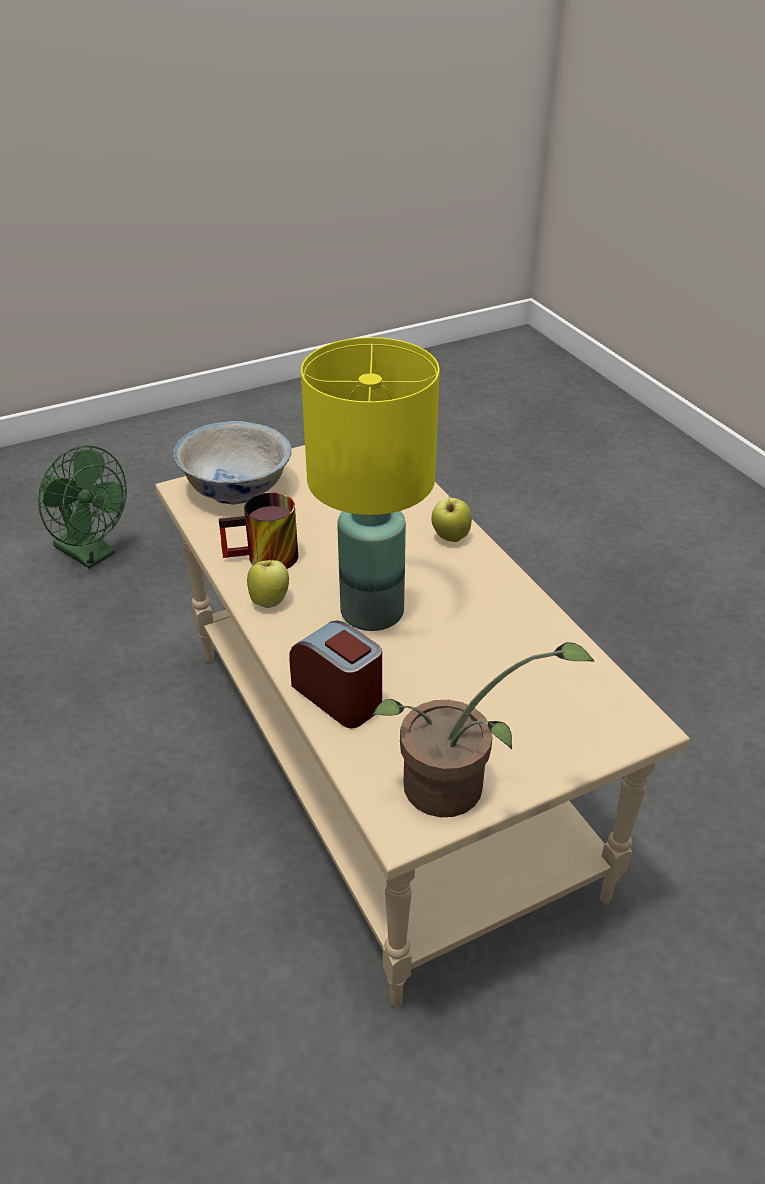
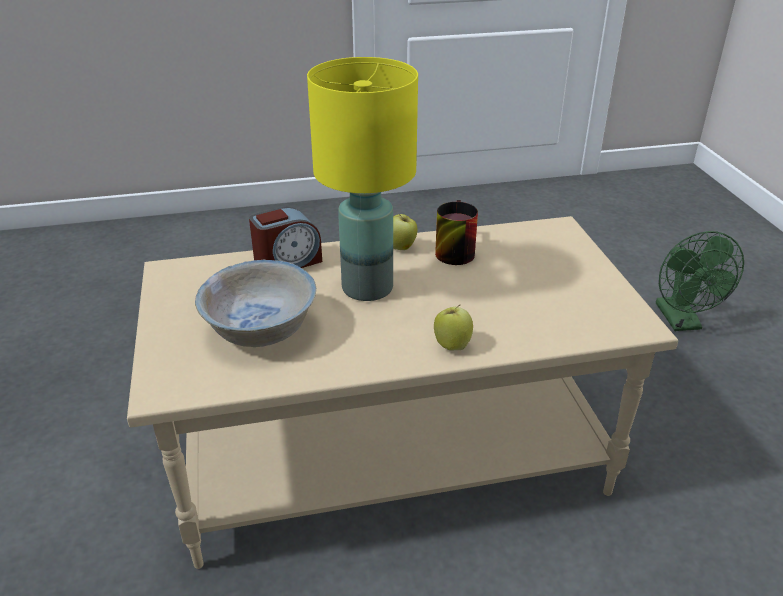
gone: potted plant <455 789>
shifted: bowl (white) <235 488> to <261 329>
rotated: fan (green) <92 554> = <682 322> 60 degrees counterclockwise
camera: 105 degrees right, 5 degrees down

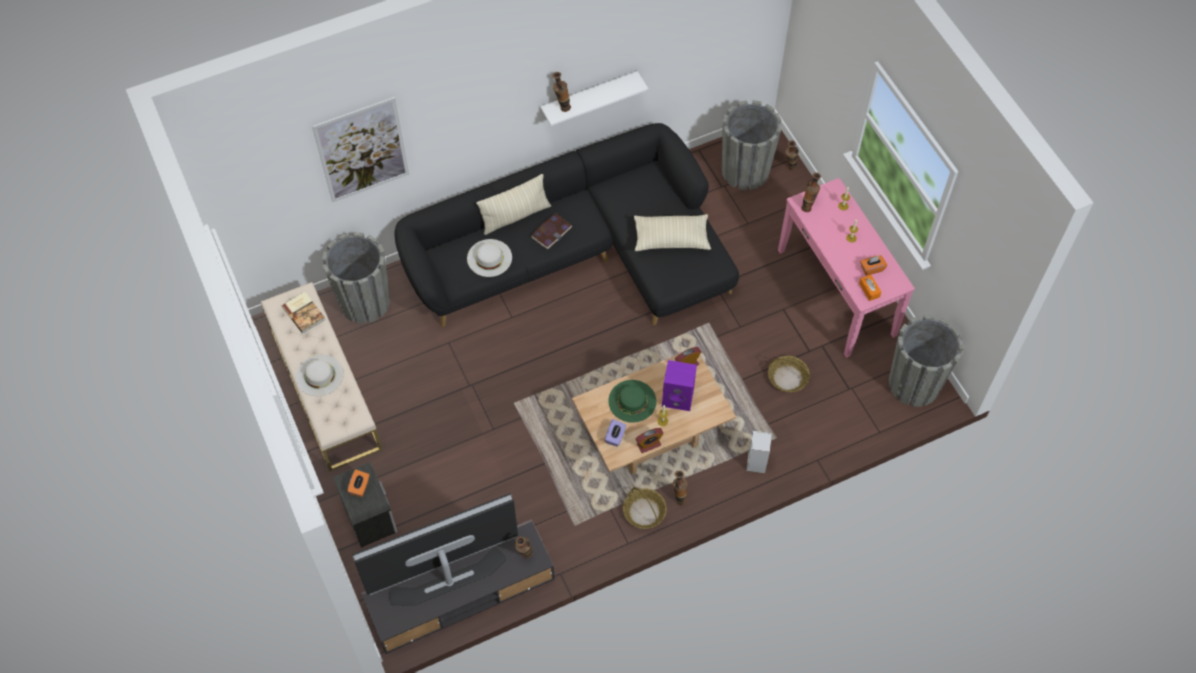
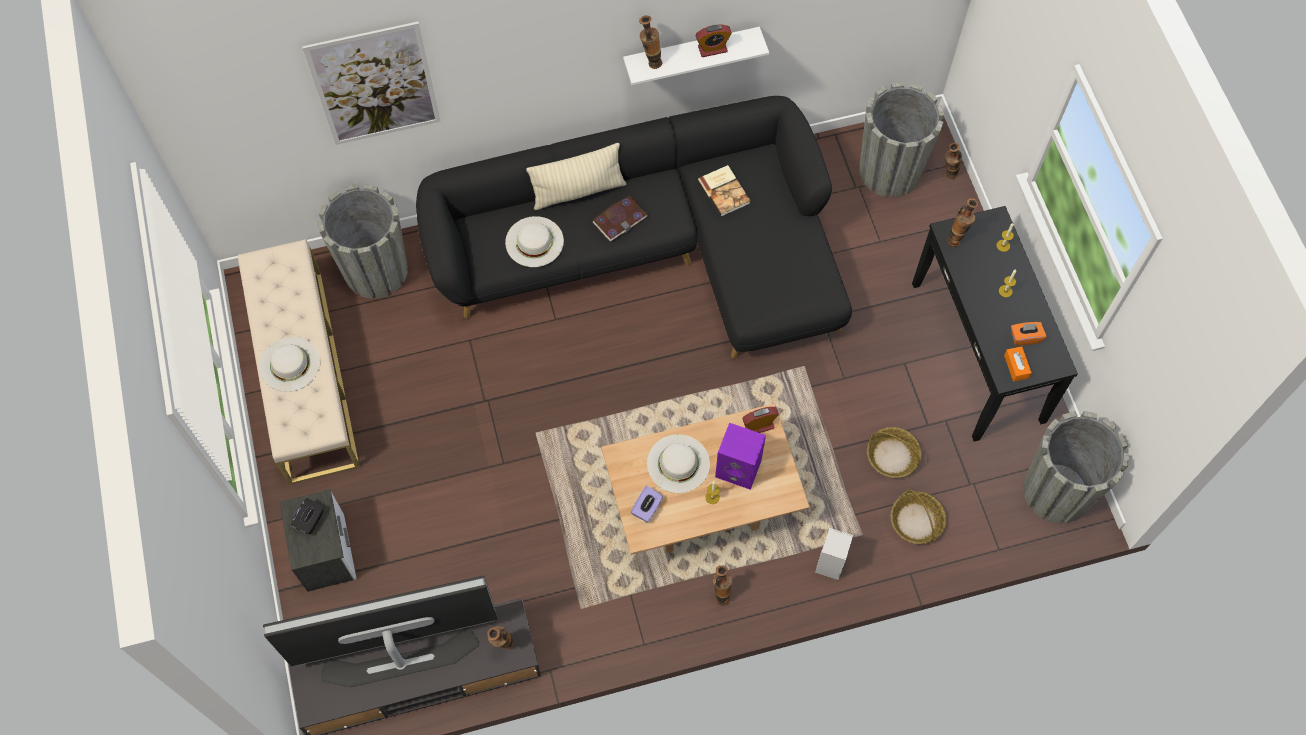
gone: pillow (beige) <671 239>
shifted: book <304 312> to <725 191>; alarm clock <649 444> to <712 49>; basket <644 512> to <916 521>
repainted: console table (pink) <837 292> to console table (black) <978 351>; hat (green) <632 401> to hat (white) <678 463>; tissue box (orange) <360 487> to tissue box (black) <310 520>
camera: 10 degrees right, 5 degrees up

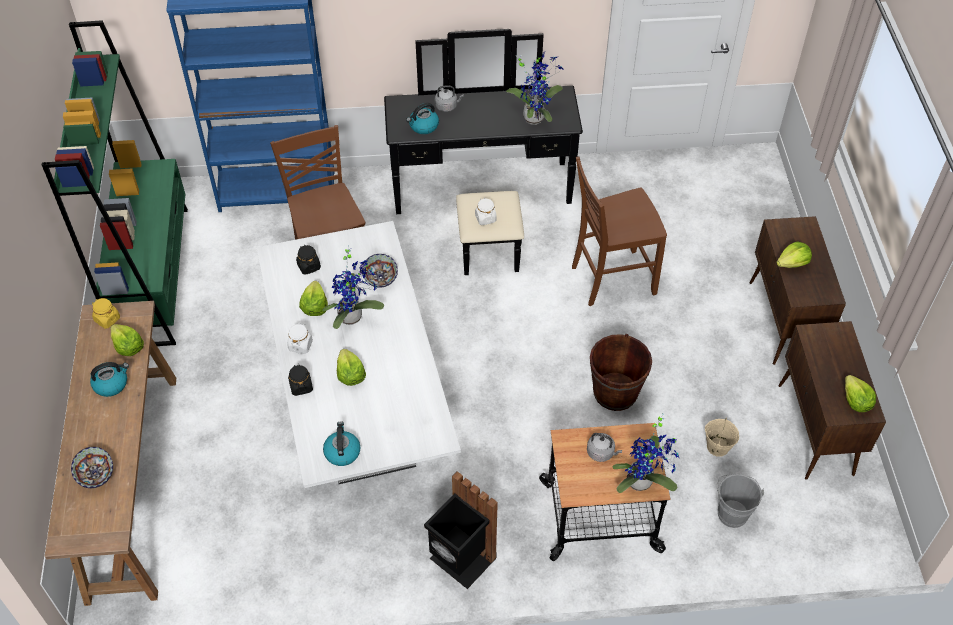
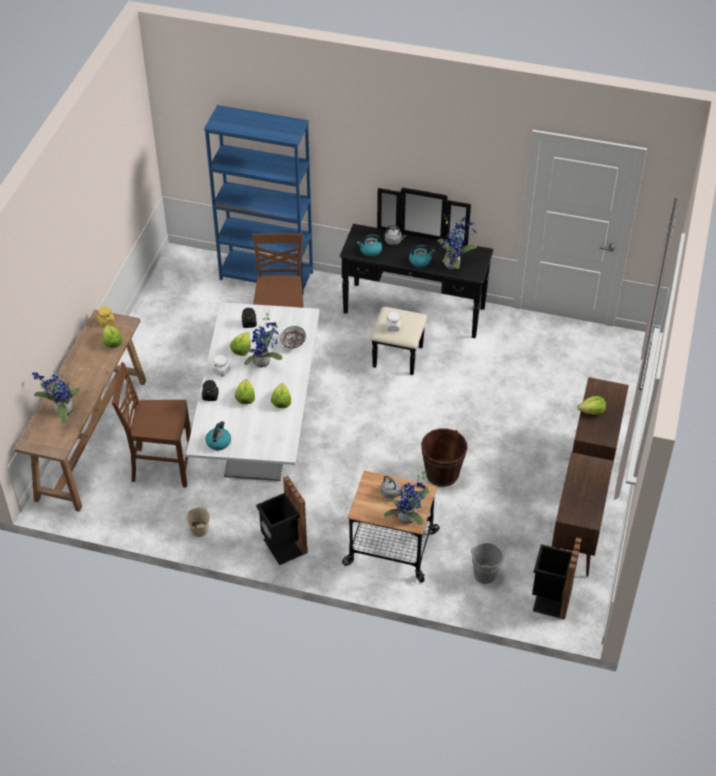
gone: bookcase (green) <153 275>
new: trash can (black) <550 599>
shifted: chair (brown) <611 279> to <161 466>; kettle <111 384> to <420 261>; lettuce <855 401> to <281 401>; bucket (beige) <717 446> to <199 530>
swapped: bowl <95 474> to potted plant <62 411>
camera: 20 degrees right, 5 degrees down

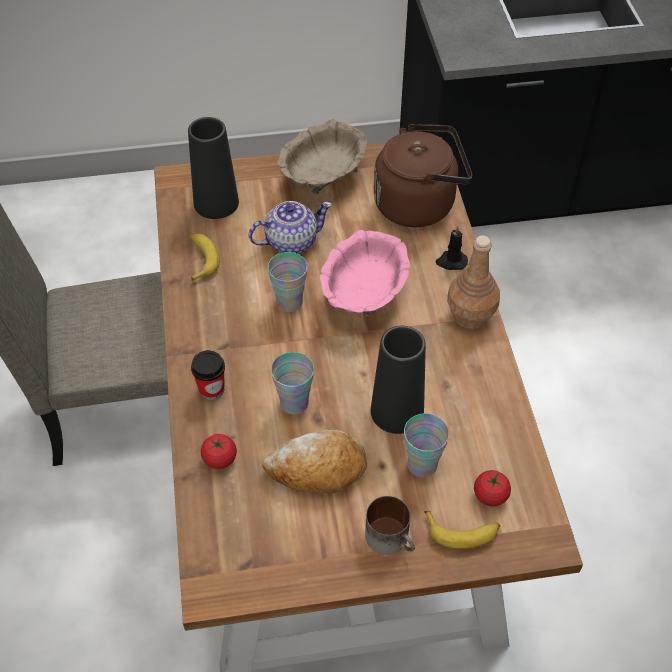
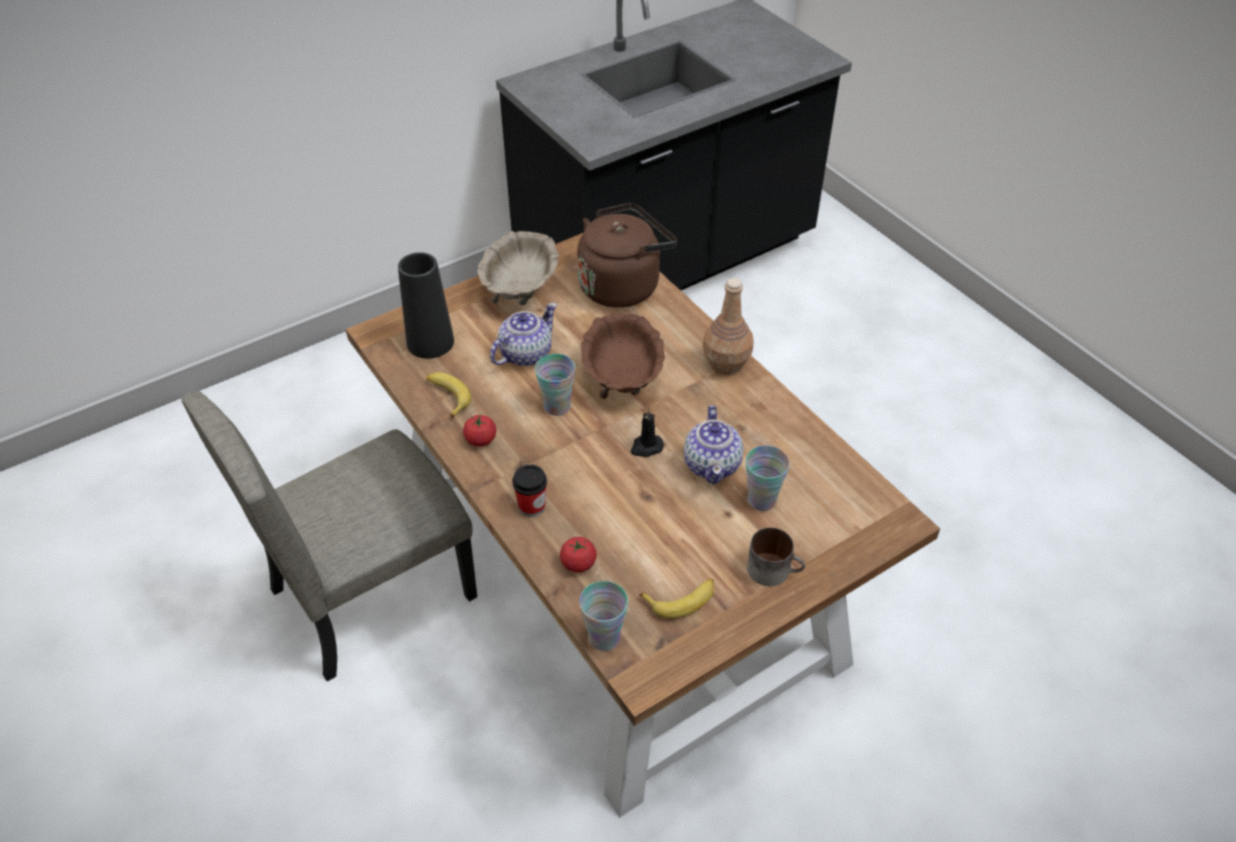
gone: bread <317 469>
shifted: candle (black) <451 261> to <646 447>; cup <294 403> to <604 637>; tomato <490 495> to <481 440>; banana <462 531> to <681 599>
swapped: vase (black) <397 411> to teapot <712 464>
repainted: bowl (pink) <364 296> to bowl (brown) <623 378>
camera: 25 degrees left, 5 degrees down

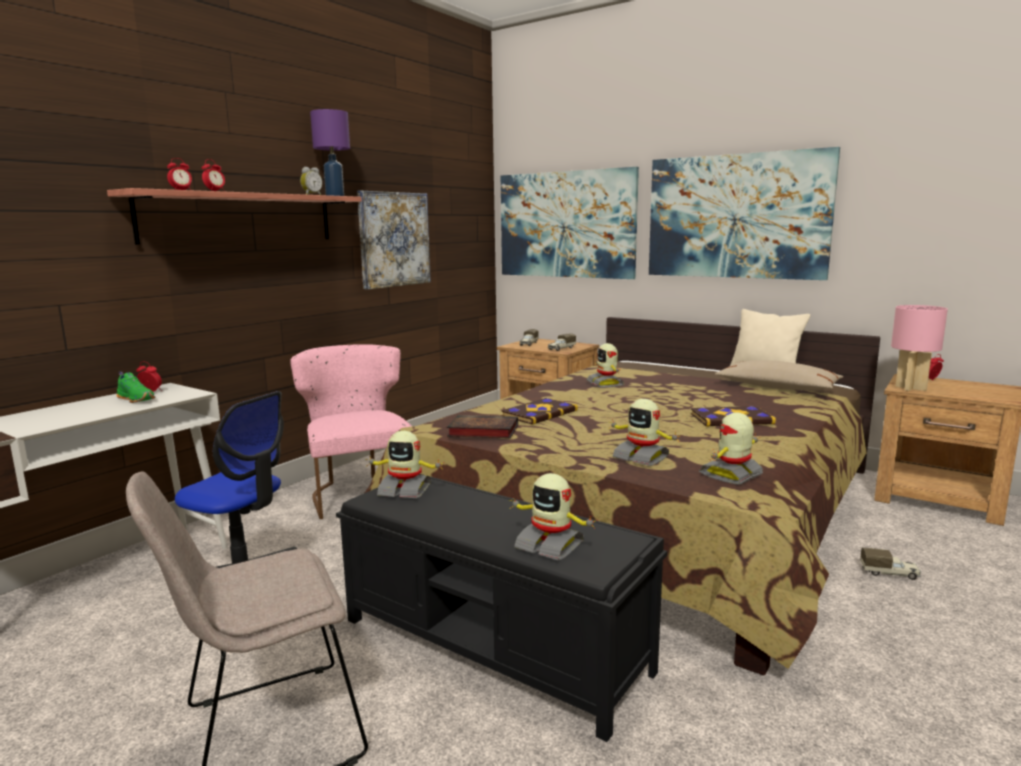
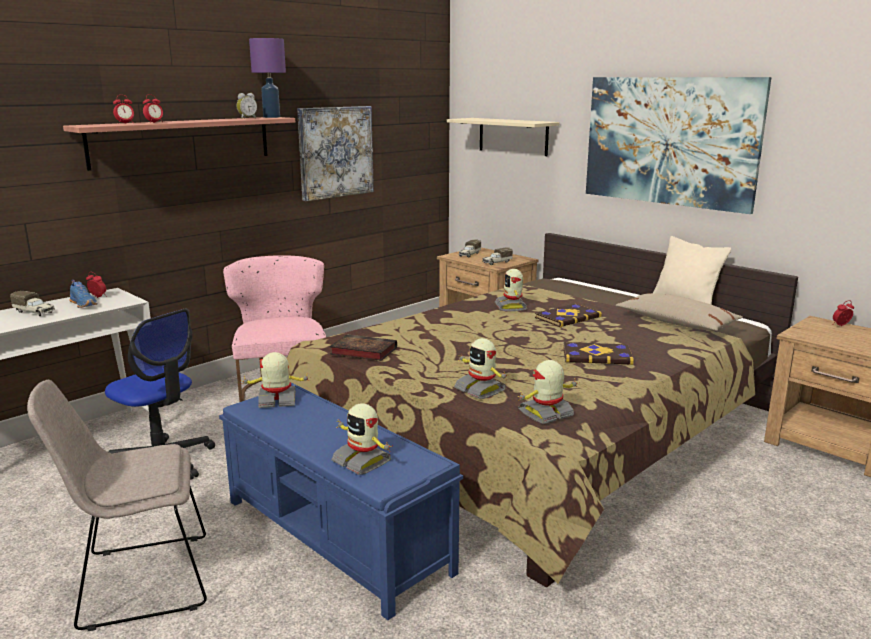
gone: table lamp (pink) <910 388>
shifted: book <538 413> to <567 317>; toy truck <890 573> to <35 312>
swapped: picture <566 224> to shelf (beige) <513 136>
repainted: shoe (green) <137 399> to shoe (blue) <84 304>; bench (black) <494 645> to bench (blue) <337 536>
rotated: toy robot <405 490> = <277 401> 150 degrees clockwise
camera: 10 degrees right, 5 degrees up

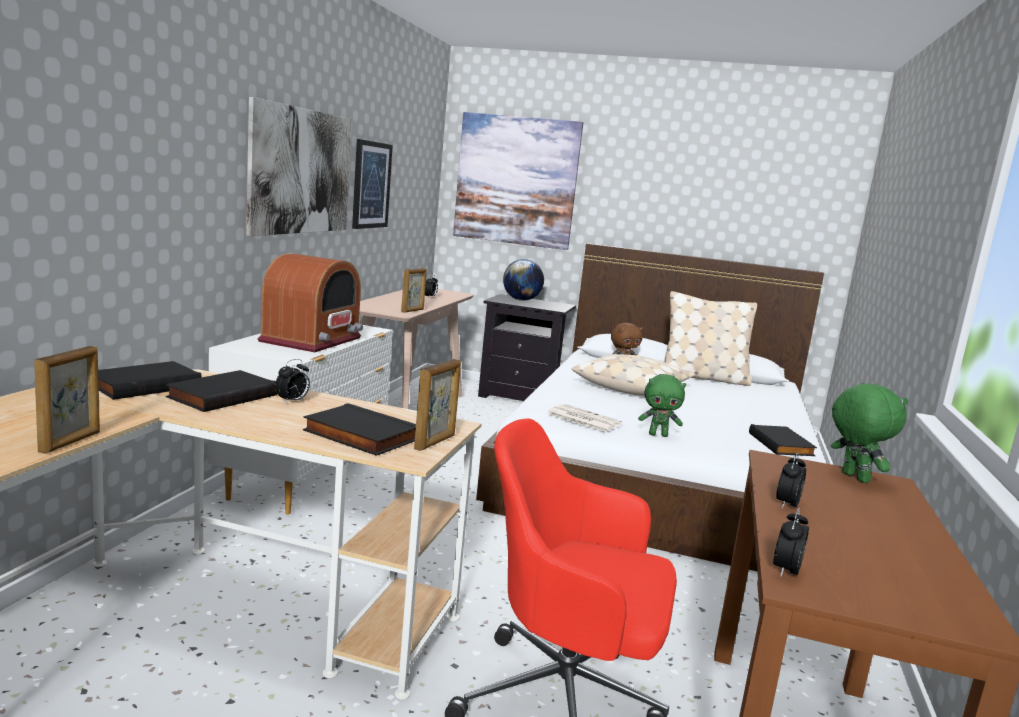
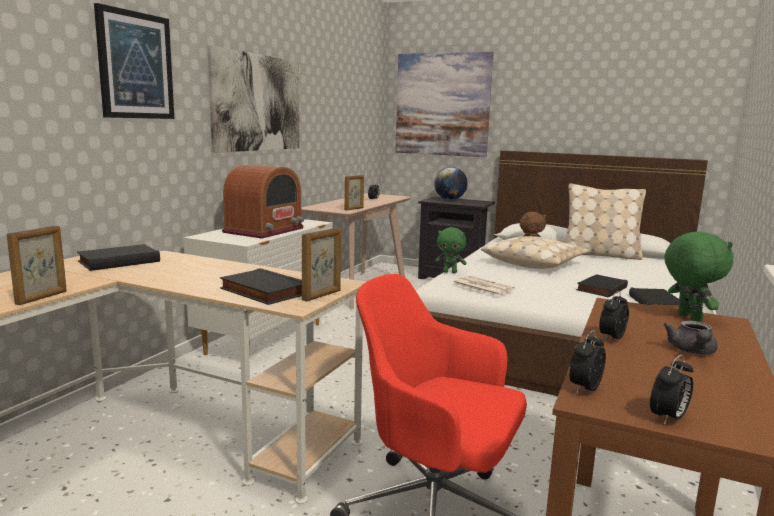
new: teapot (grey) <692 351>
shifted: picture <371 185> to <135 66>; alarm clock <292 401> to <668 418>; book (black) <222 395> to <600 288>; plush toy (green) <658 435> to <450 272>
camera: 10 degrees right, 0 degrees up

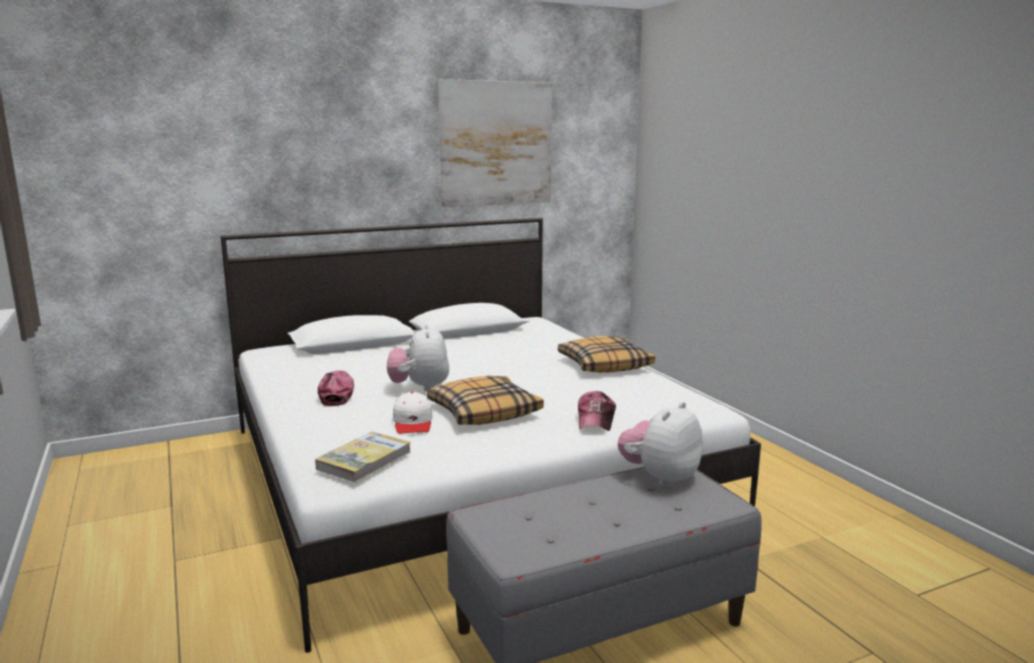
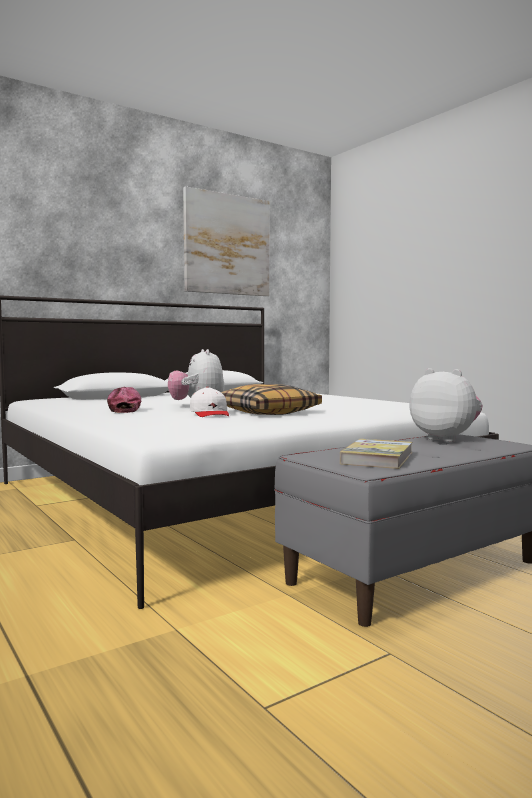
gone: pillow <604 365>; cap <596 420>
shifted: book <364 460> to <377 458>
rotated: plush toy <660 478> = <446 439> 105 degrees clockwise
camera: 10 degrees left, 10 degrees down

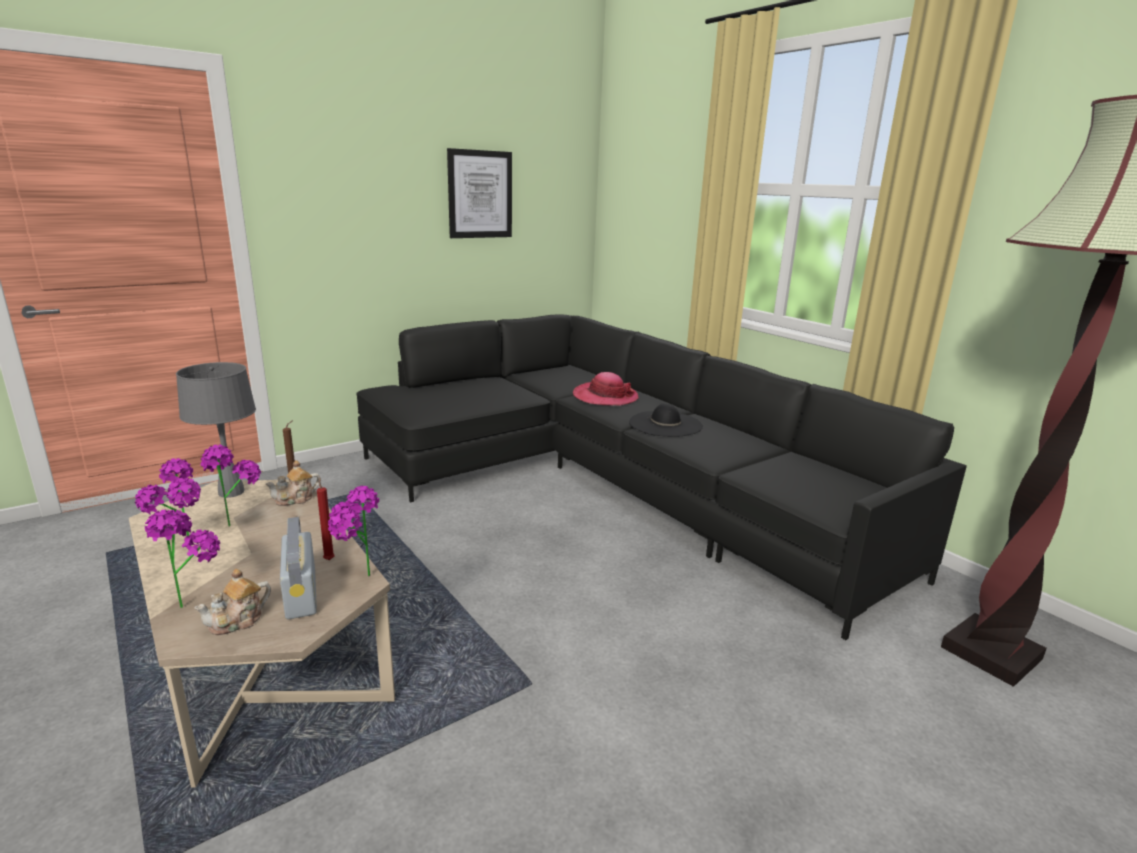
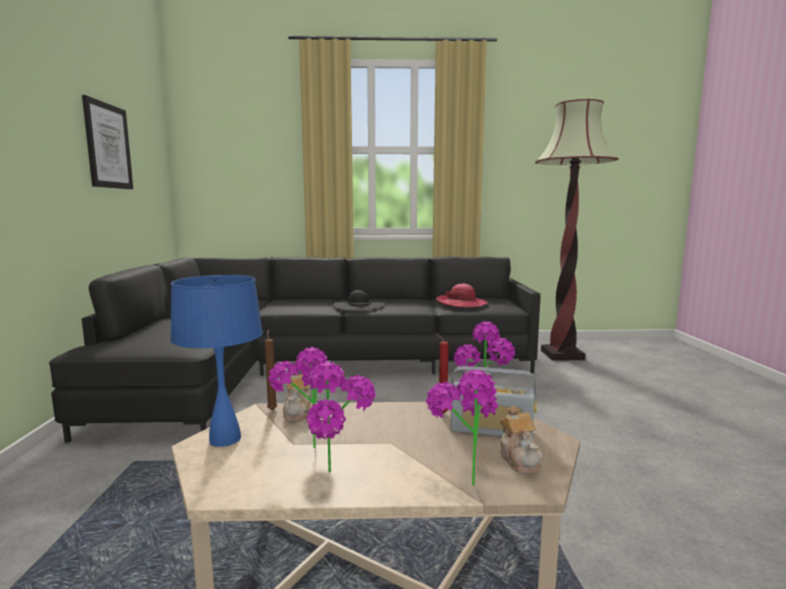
shifted: hat <605 397> to <461 303>
repainted: table lamp (grey) <231 492> to table lamp (blue) <225 439>
camera: 55 degrees left, 10 degrees down

